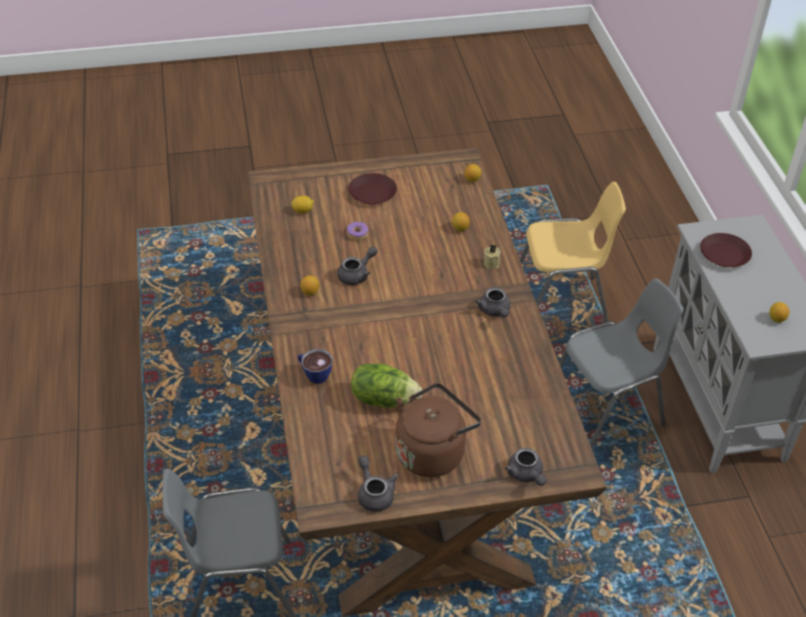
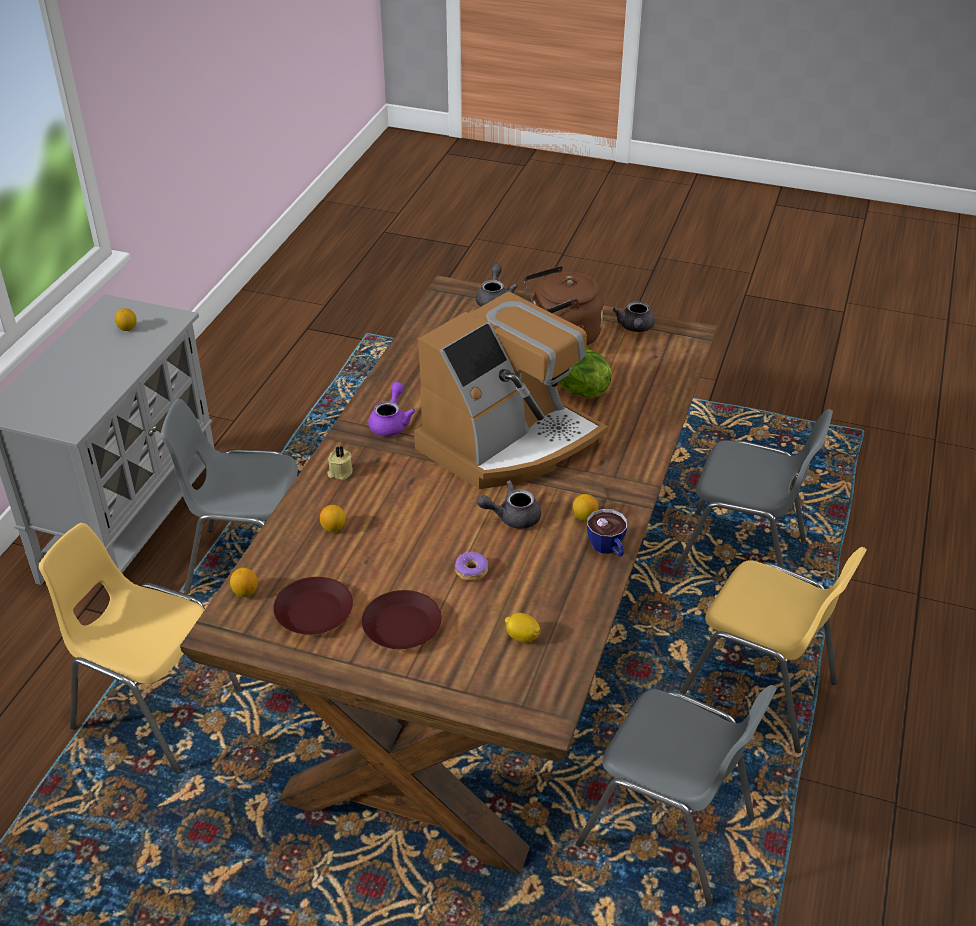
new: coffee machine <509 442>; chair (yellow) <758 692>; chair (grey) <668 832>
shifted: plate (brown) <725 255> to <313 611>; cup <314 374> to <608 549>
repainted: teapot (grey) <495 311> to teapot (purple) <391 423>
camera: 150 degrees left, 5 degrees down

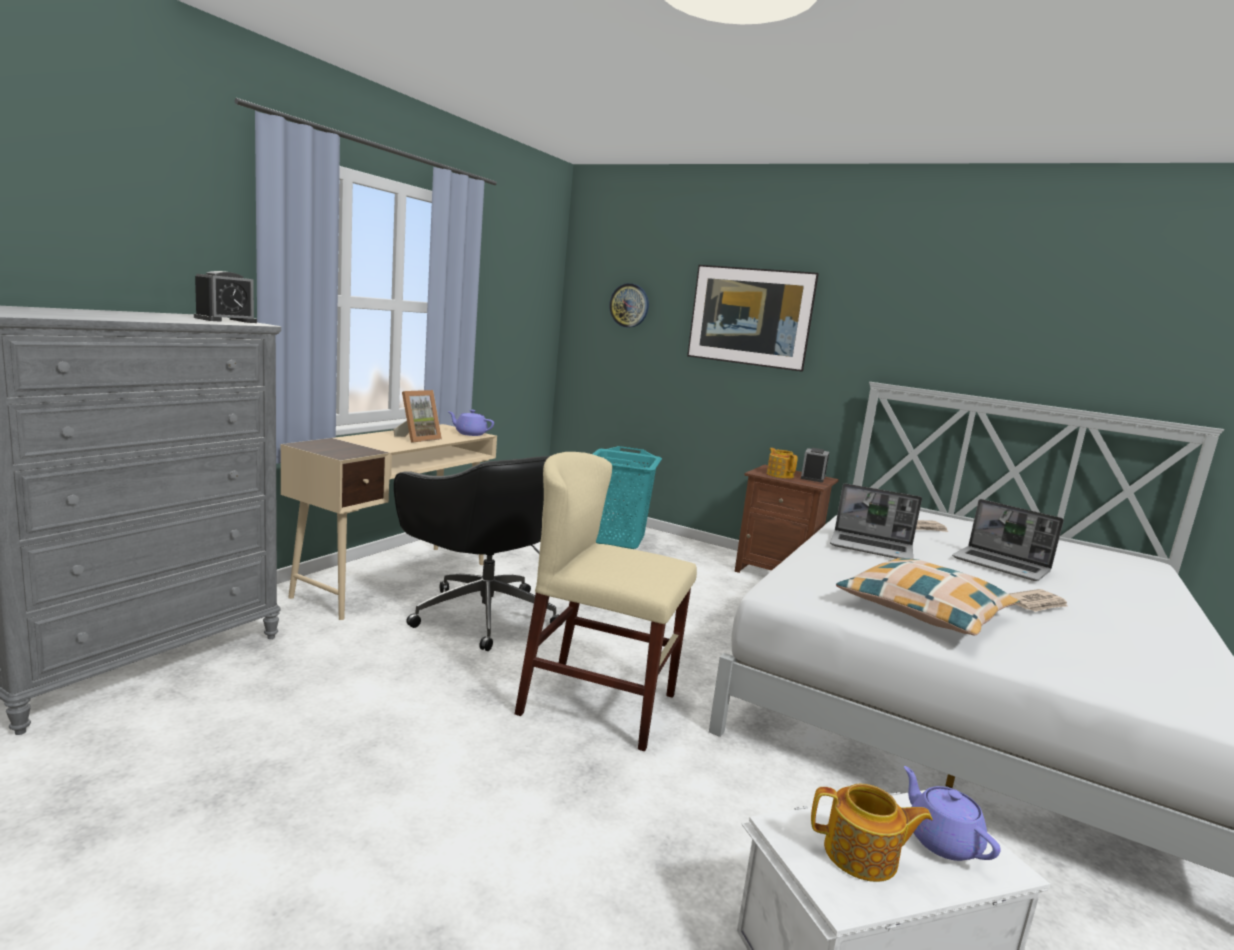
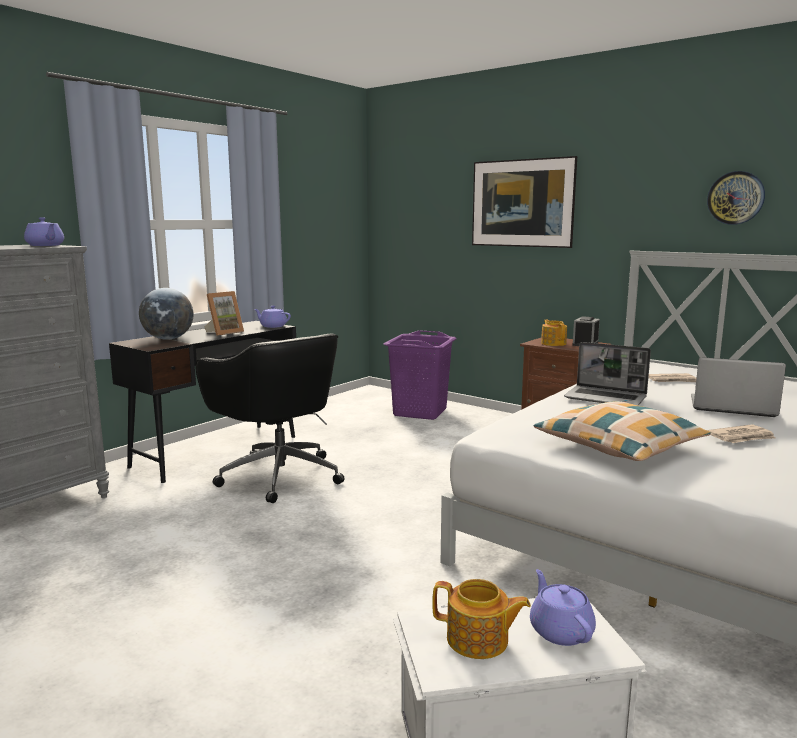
gone: chair (beige) <598 704>
new: globe <168 339>
shifted: wall clock <629 305> to <735 198>
swapped: alarm clock <225 320> to teapot (purple) <45 245>
repainted: desk (beige) <395 579> to desk (black) <217 451>; laundry basket (turquoise) <616 539> to laundry basket (purple) <420 412>
rotated: laptop <1002 565> = <731 407> 150 degrees clockwise
camera: 10 degrees right, 0 degrees up

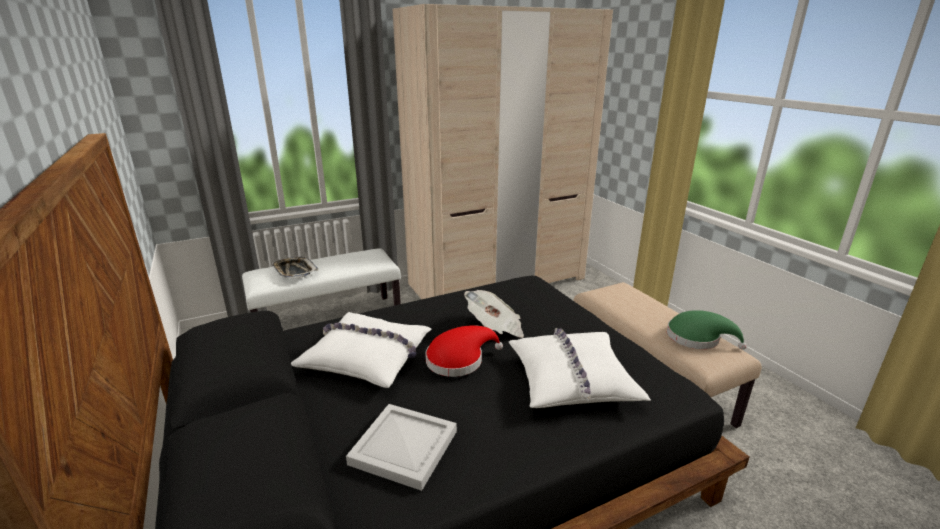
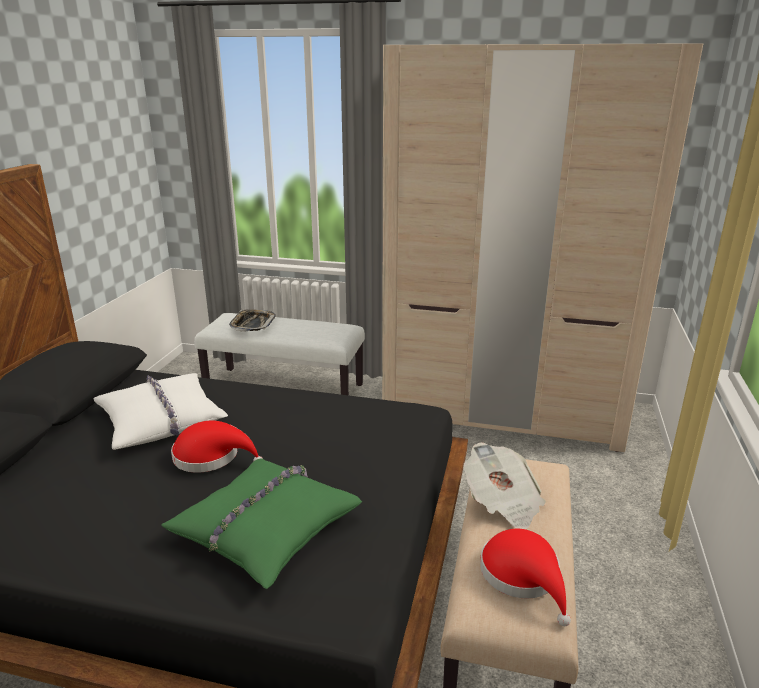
gone: tray (white) <403 446>
shifted: newspaper <495 328> to <502 503>
repainted: hat (green) <697 338> to hat (red) <523 576>; pillow (white) <571 379> to pillow (green) <265 528>
camera: 40 degrees right, 0 degrees up

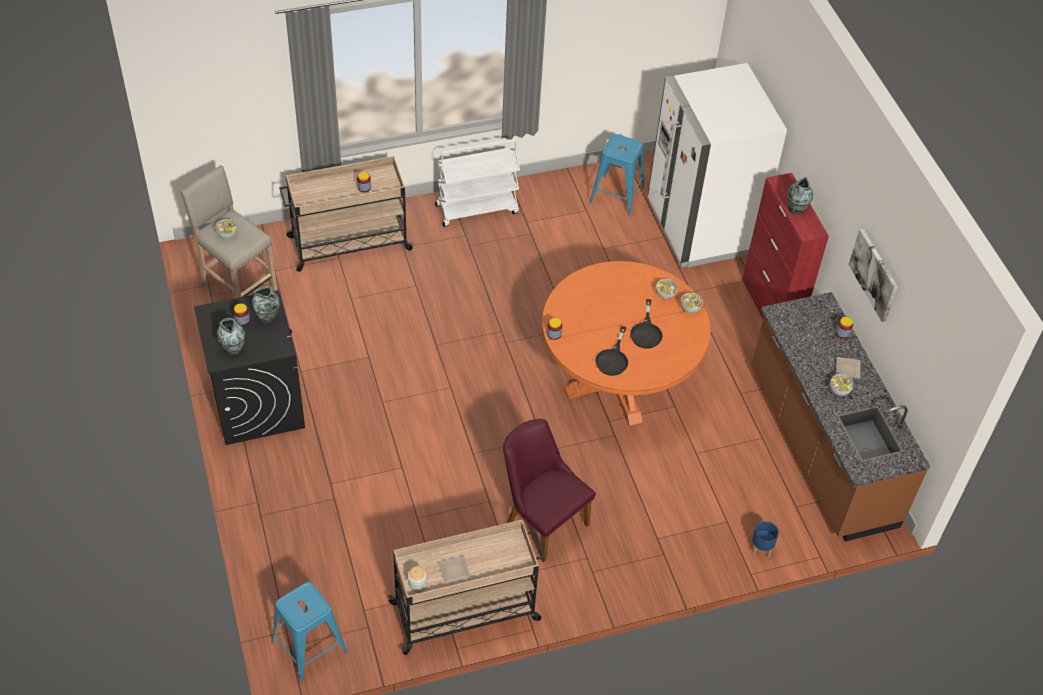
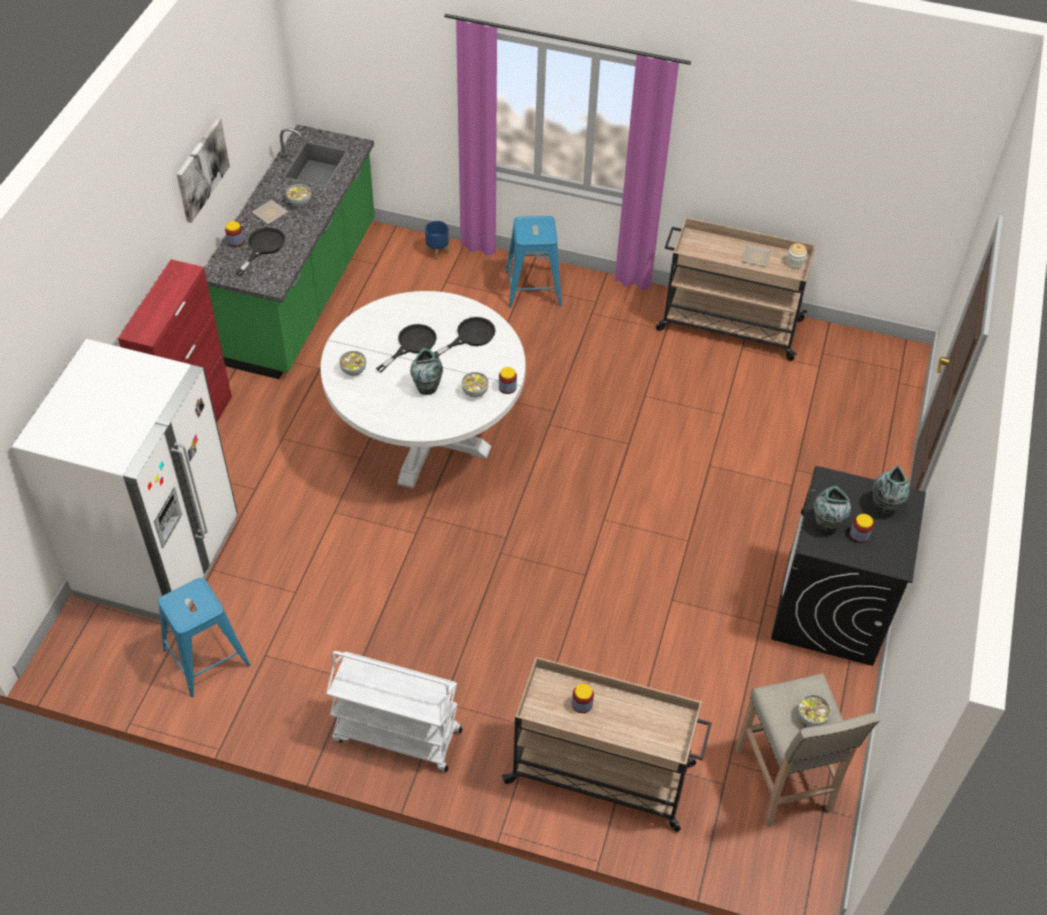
gone: chair (purple) <541 520>
new: frying pan (black) <263 247>
shifted: vase <795 209> to <427 387>; bowl <690 308> to <475 391>; stool (blue) <309 646> to <533 288>
repainted: dining table (orange) <617 382> to dining table (white) <427 437>; counter (brown) <820 447> to counter (green) <302 293>
camera: 145 degrees left, 0 degrees up

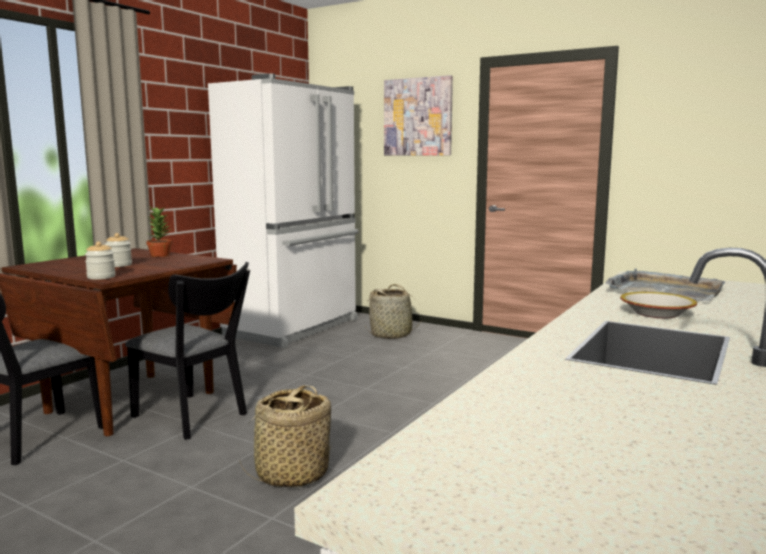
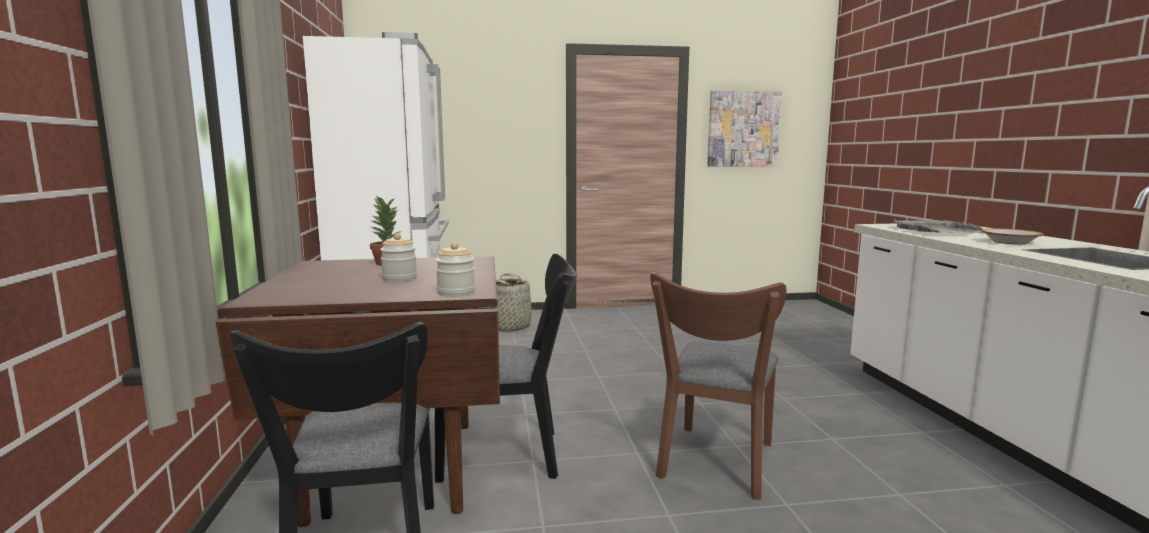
shifted: picture <418 117> to <743 129>
swapped: basket <291 474> to chair (brown) <715 465>
camera: 40 degrees left, 0 degrees up

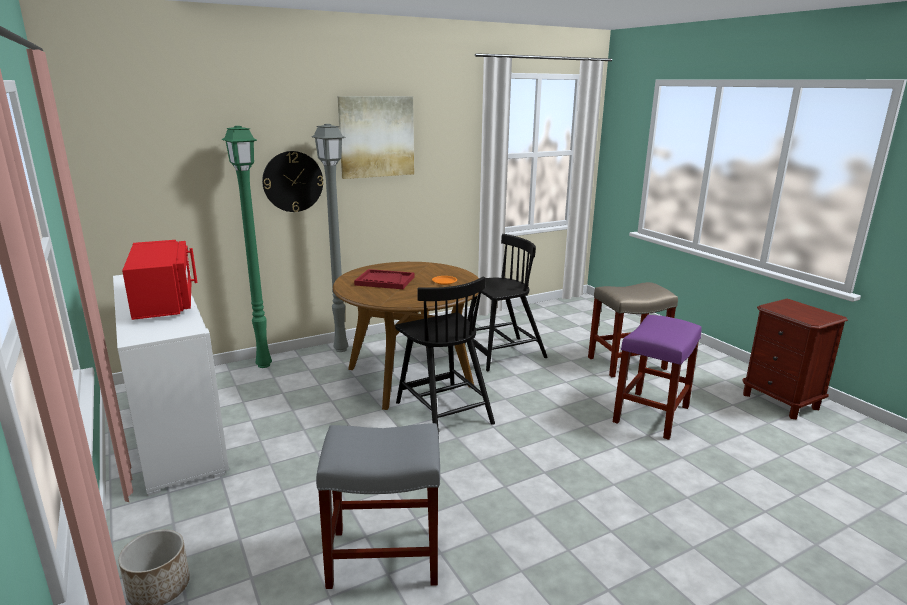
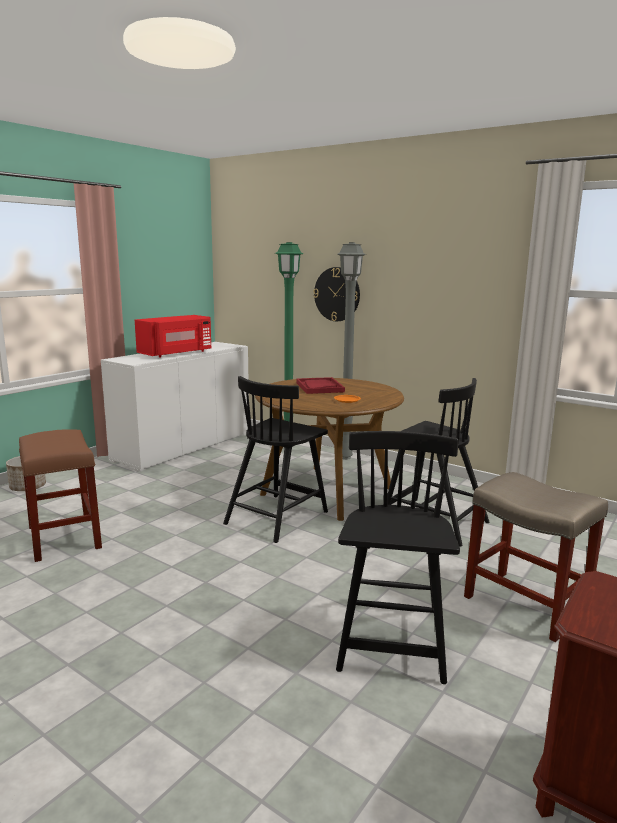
gone: picture <376 137>
swapped: stool (purple) <651 414> to chair (black) <392 638>
repainted: stool (grey) <386 556> to stool (brown) <65 538>
camera: 65 degrees right, 5 degrees down

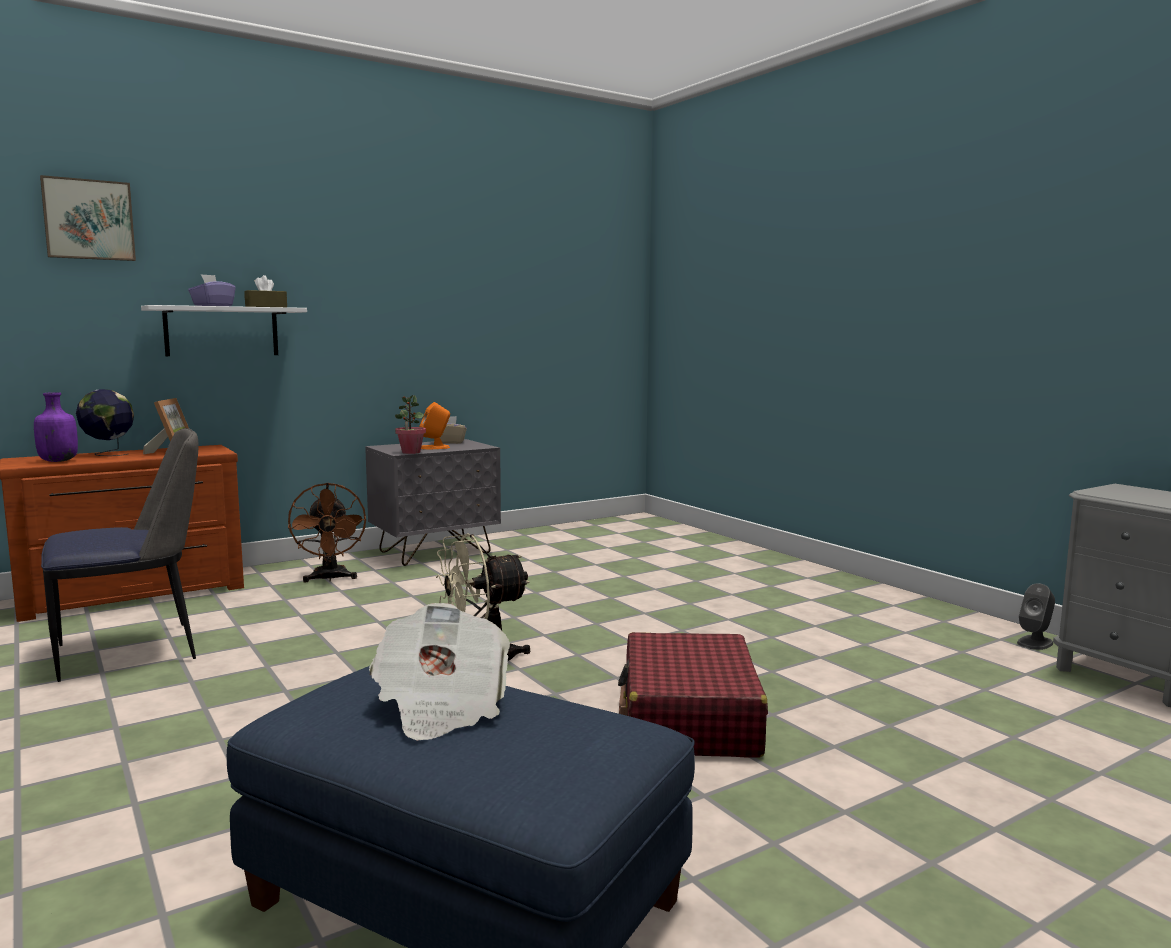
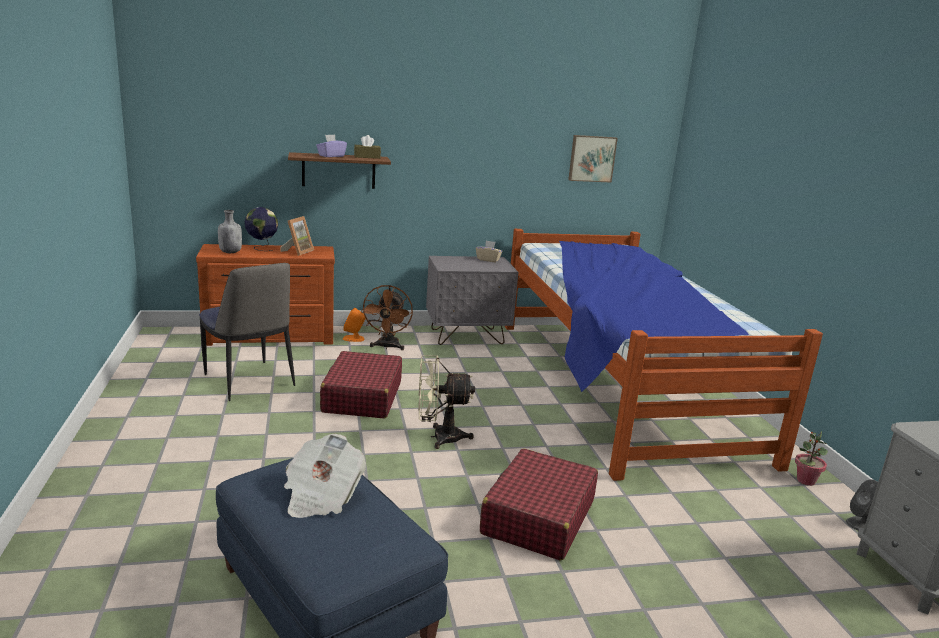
new: bed <617 385>; suitcase (red) <362 397>
shifted: picture <88 220> to <591 158>; potted plant <411 452> to <805 481>; speaker (orange) <435 447> to <354 338>
repainted: shelf (white) <222 331> to shelf (brown) <338 171>; bottle (purple) <58 461> to bottle (grey) <230 252>
rotated: chair <132 651> = <249 381> 60 degrees clockwise
camera: 20 degrees right, 10 degrees up

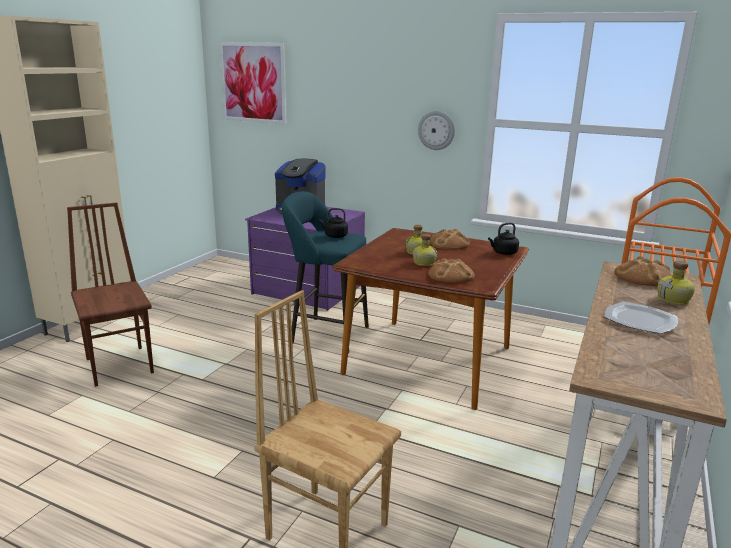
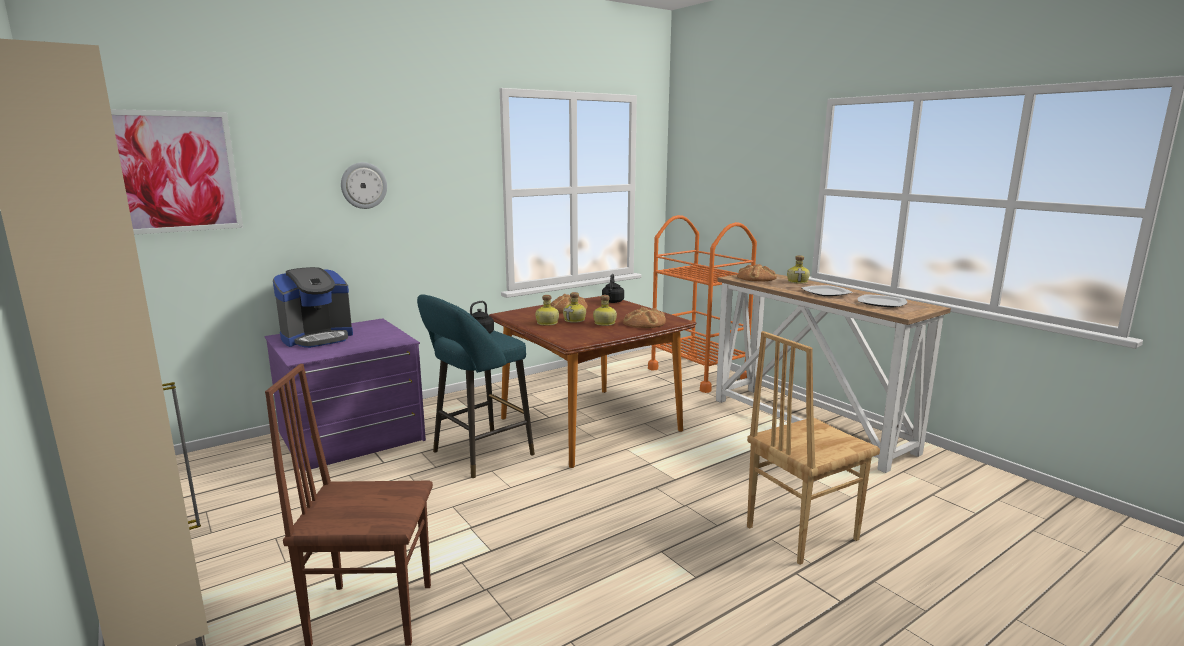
new: plate <881 303>; bottle <546 323>
shifted: wall clock <436 130> to <363 185>
camera: 60 degrees left, 5 degrees down

